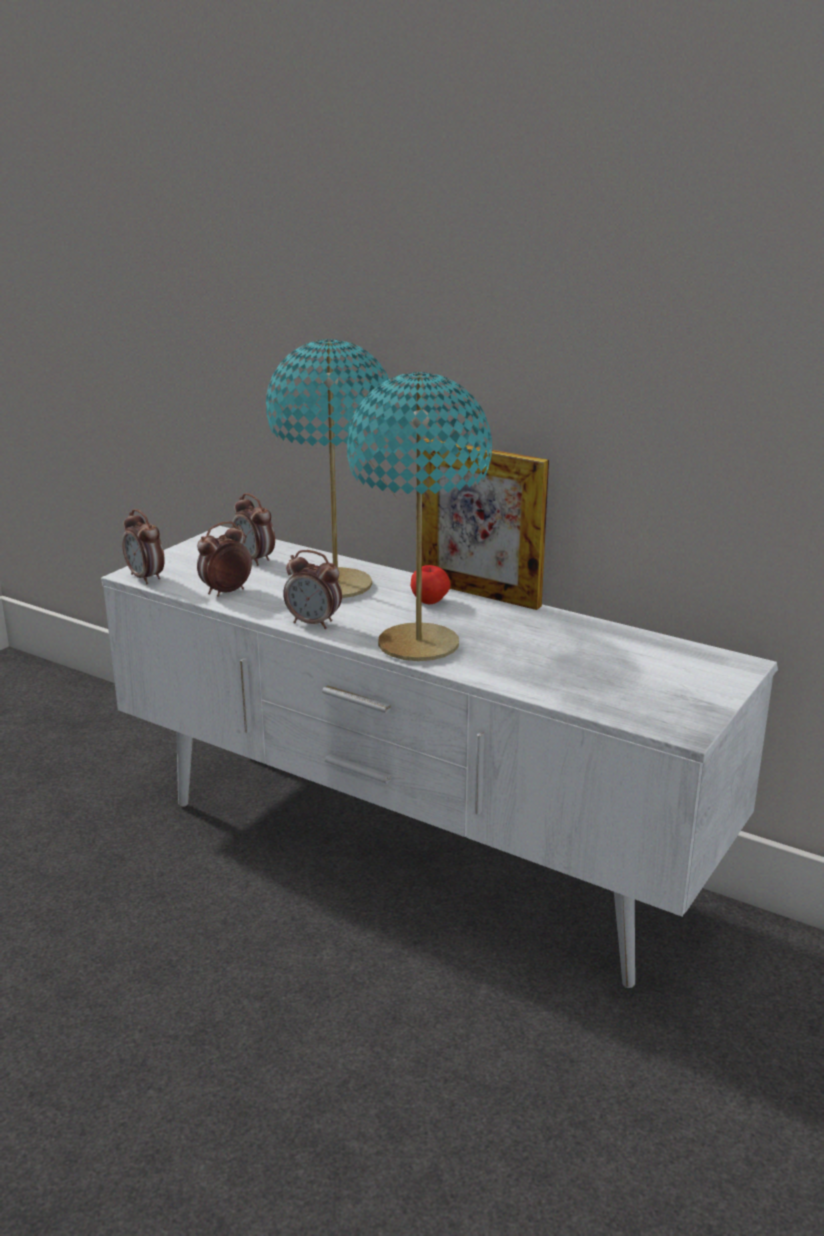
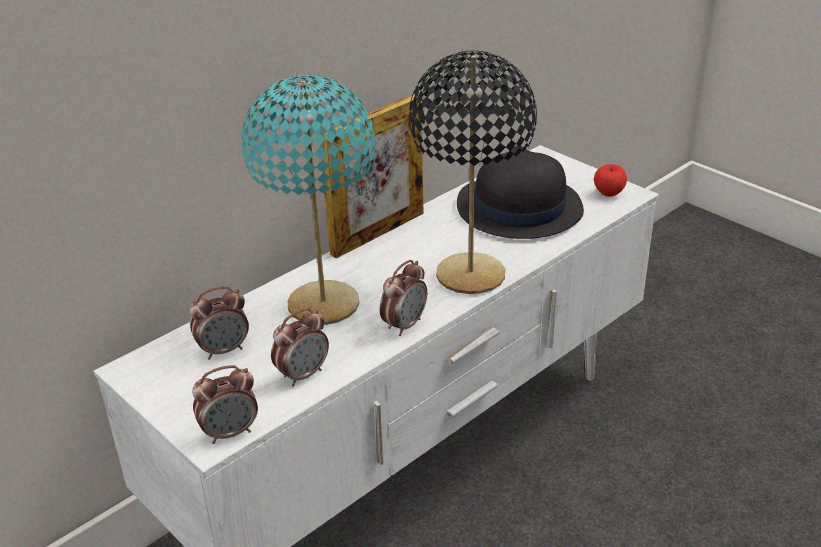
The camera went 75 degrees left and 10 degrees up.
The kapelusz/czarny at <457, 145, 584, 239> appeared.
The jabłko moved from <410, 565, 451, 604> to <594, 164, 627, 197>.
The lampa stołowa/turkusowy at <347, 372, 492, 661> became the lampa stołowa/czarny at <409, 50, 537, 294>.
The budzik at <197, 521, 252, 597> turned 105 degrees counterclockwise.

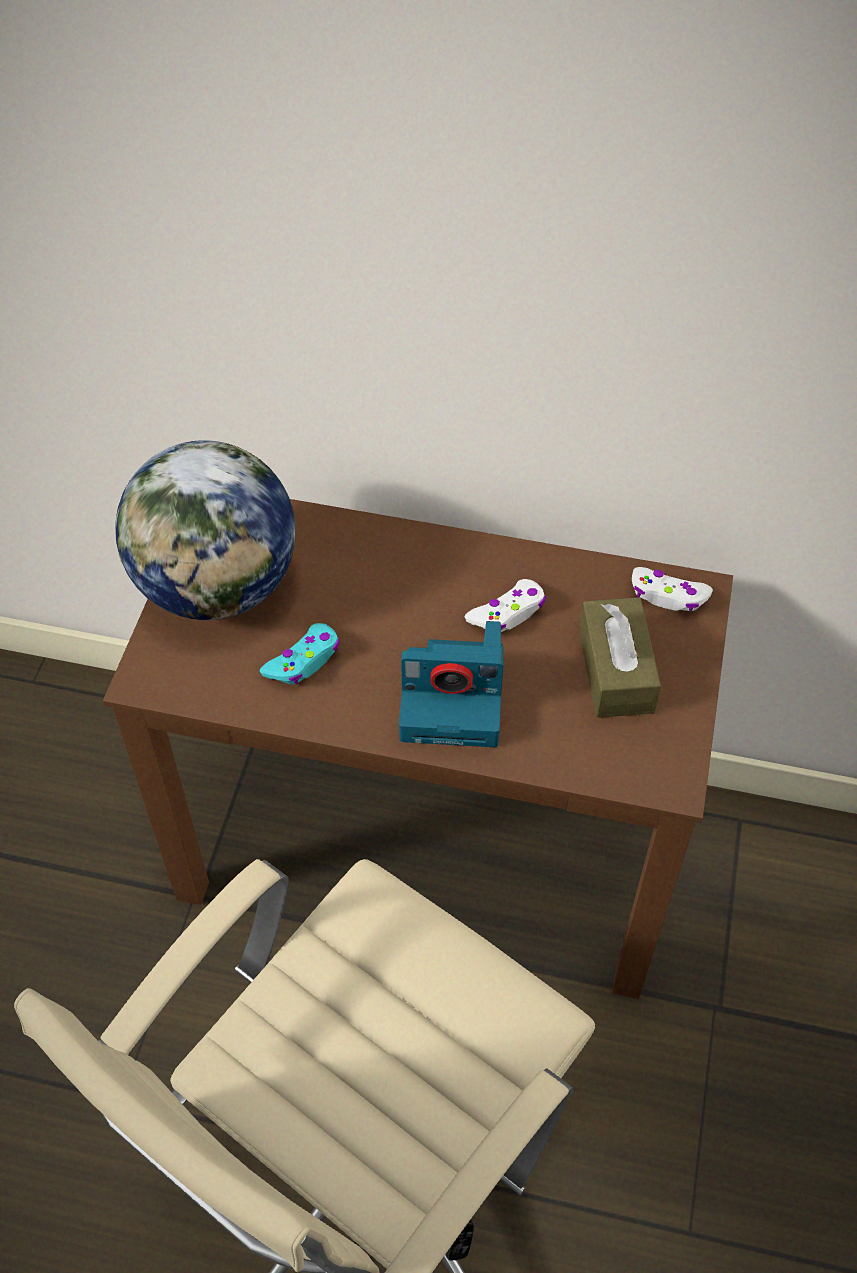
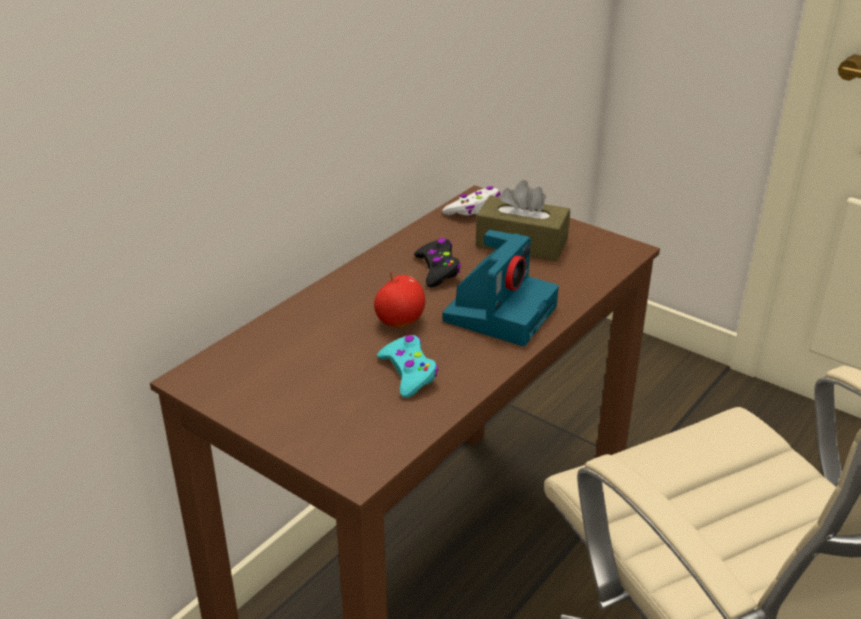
The camera went 65 degrees left and 20 degrees down.
The globus at <115, 440, 296, 620> disappeared.
The jabłko at <374, 271, 425, 327> appeared.
The pad do gier/biały at <465, 579, 546, 632> became the pad do gier/czarny at <414, 238, 461, 287>.

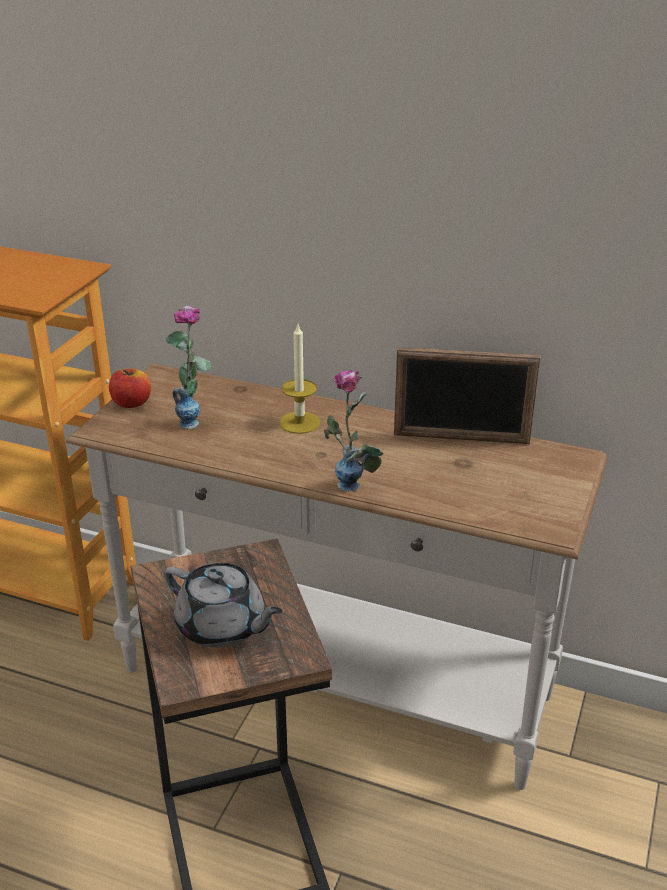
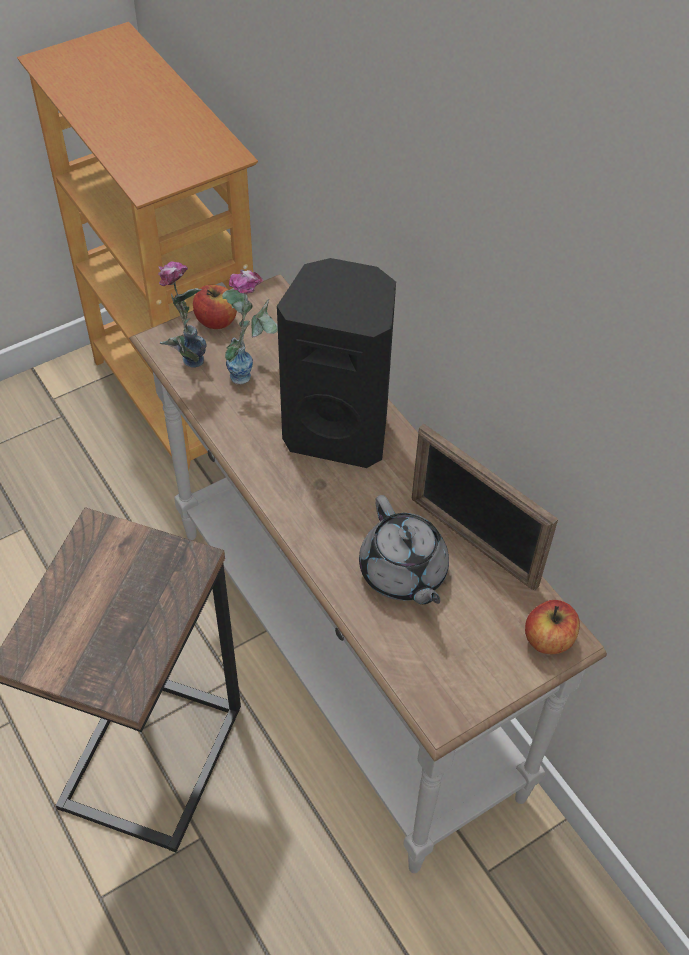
The camera went 35 degrees right and 20 degrees up.
The jabłko at <525, 600, 580, 654> appeared.
The imbryk/szary moved from <164, 563, 282, 647> to <359, 495, 449, 604>.
The wazon moved from <324, 371, 383, 491> to <158, 261, 207, 368>.
The świeca at <279, 325, 321, 434> was replaced by the głośnik/czarny at <277, 258, 396, 468>.

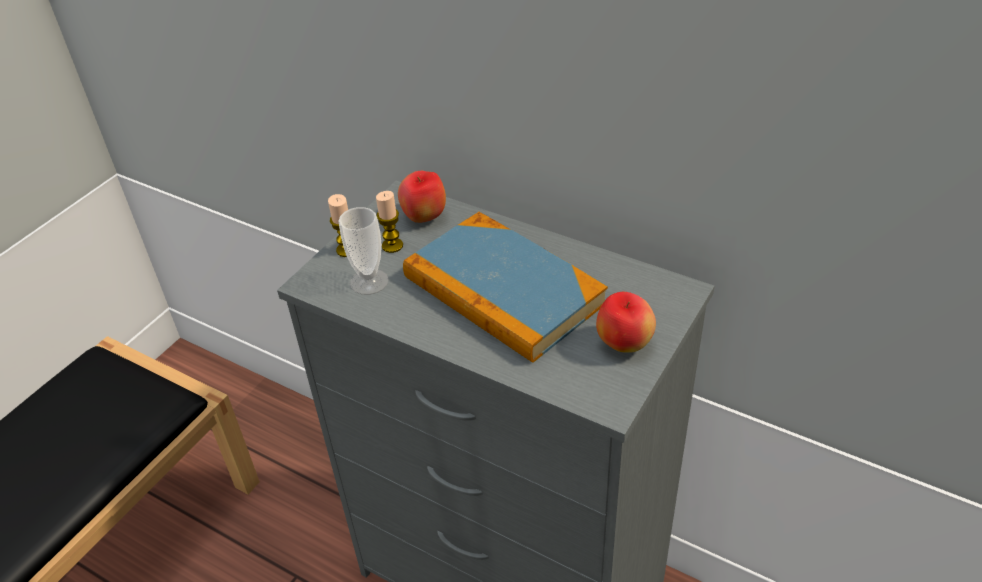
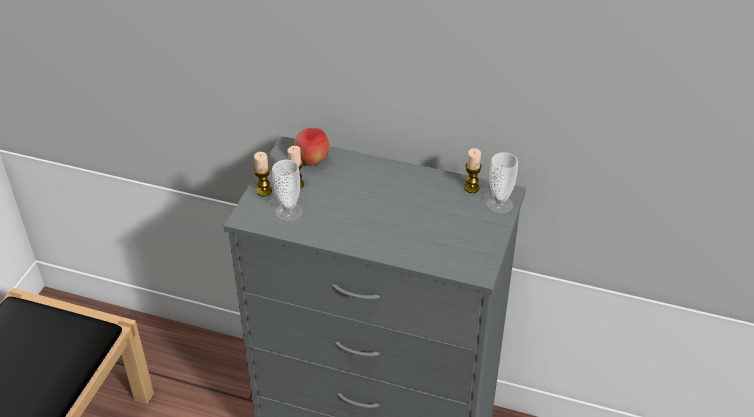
The camera went 15 degrees left and 0 degrees up.
The książka at <403, 212, 608, 363> disappeared.
The jabłko at <596, 292, 656, 353> disappeared.
The świeca at <464, 148, 482, 193> appeared.
The filiżanka at <486, 152, 518, 214> appeared.

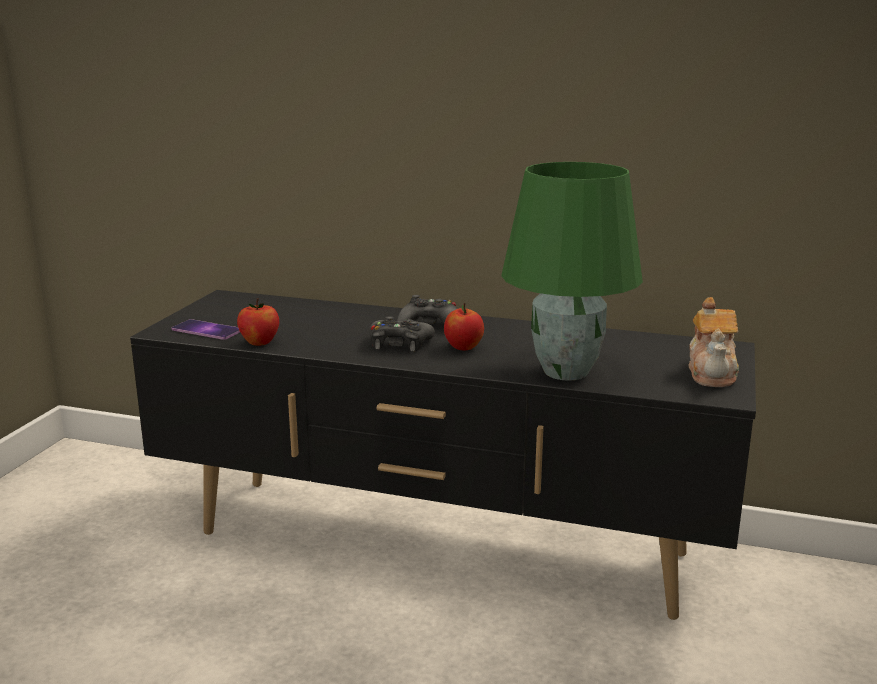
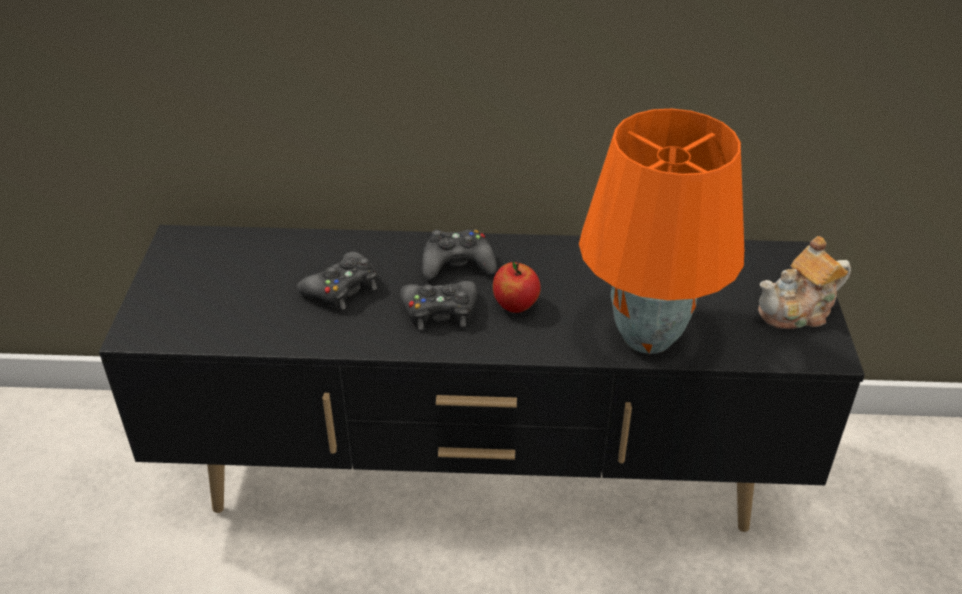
The camera went 15 degrees left and 20 degrees up.
The telefon at <171, 319, 240, 340> disappeared.
The jabłko at <237, 298, 279, 346> disappeared.
The pad do gier/czarny at <297, 252, 377, 310> appeared.
The lampa stołowa/zielony at <501, 162, 643, 381> became the lampa stołowa/pomarańczowy at <579, 109, 744, 354>.
The imbryk at <689, 297, 739, 387> turned 75 degrees clockwise.

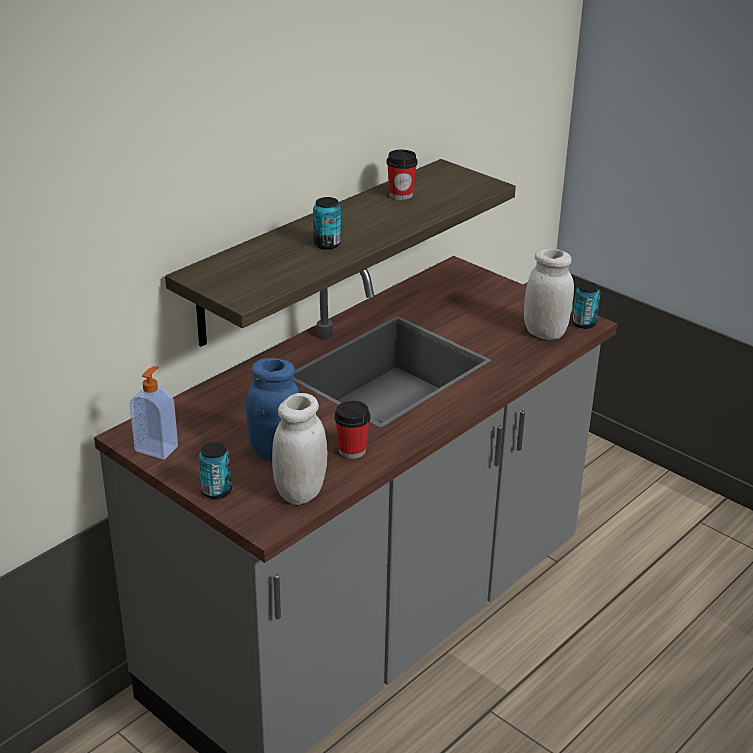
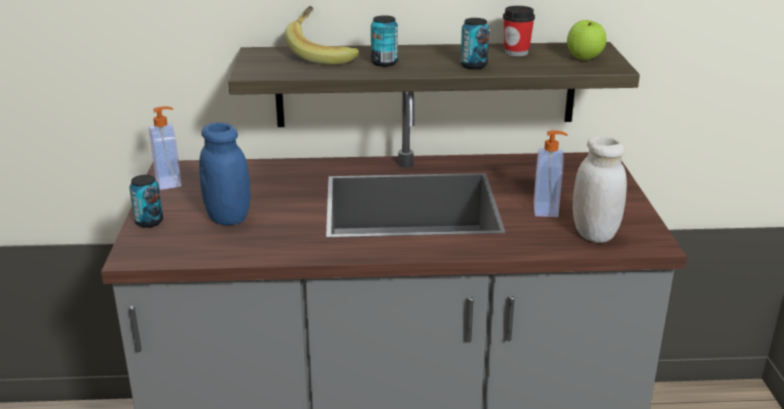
The camera went 45 degrees right and 5 degrees down.
The słoik/biały at <272, 393, 327, 505> disappeared.
The filiżanka at <334, 401, 370, 459> disappeared.
The banan at <285, 6, 359, 65> appeared.
The dozownik mydła at <534, 130, 568, 217> appeared.
The jabłko at <567, 20, 606, 60> appeared.
The puszka moved from <572, 282, 601, 329> to <460, 18, 489, 69>.

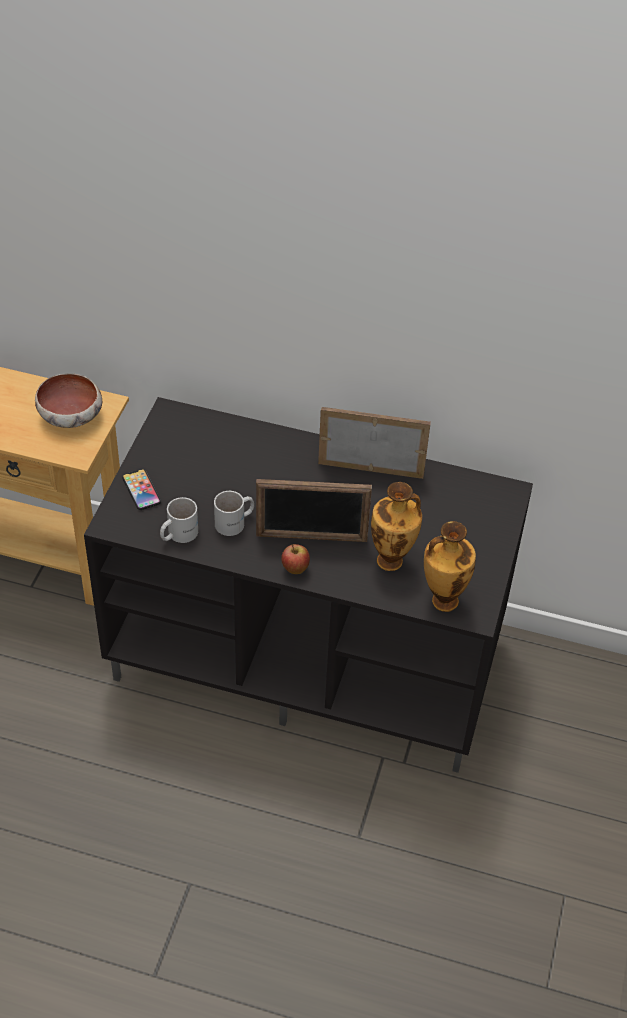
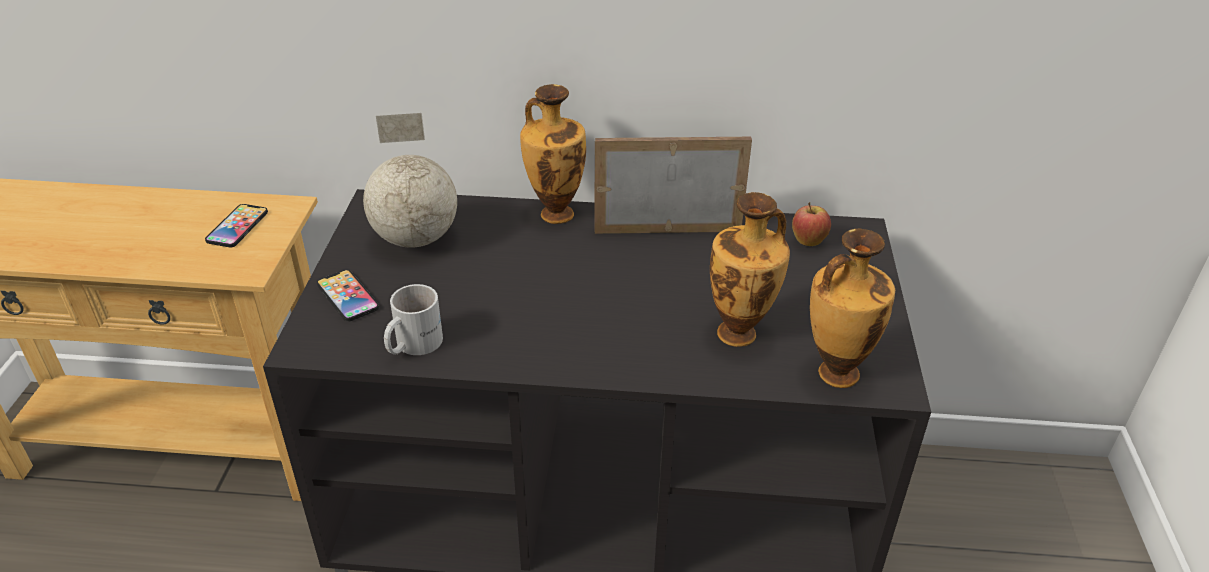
The camera went 10 degrees left and 10 degrees down.
The kubek/biały at <214, 491, 254, 536> disappeared.
The ramka na zdjęcie at <256, 479, 372, 542> disappeared.
The globus at <363, 113, 457, 248> appeared.
The wazon at <520, 84, 586, 224> appeared.
The jabłko moved from <281, 544, 310, 574> to <792, 202, 831, 246>.
The miska at <35, 373, 102, 428> was replaced by the telefon at <205, 204, 268, 247>.

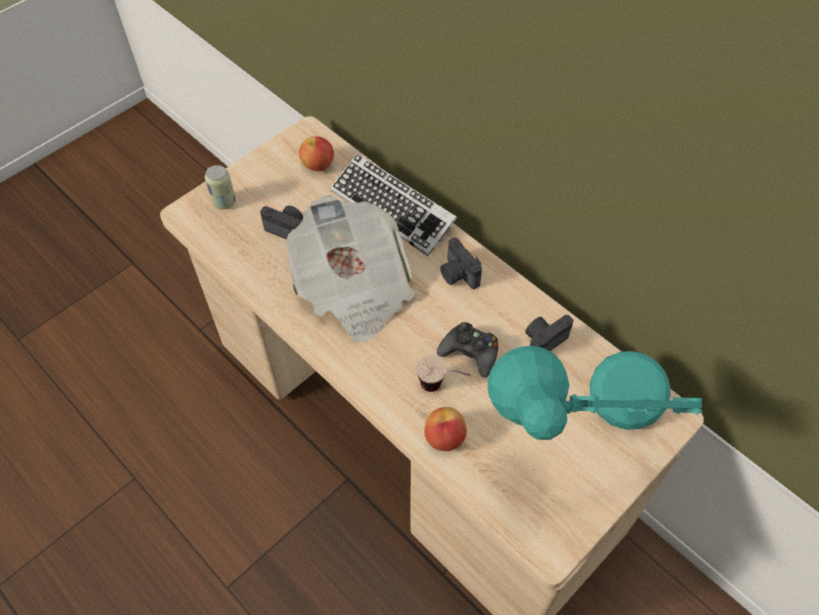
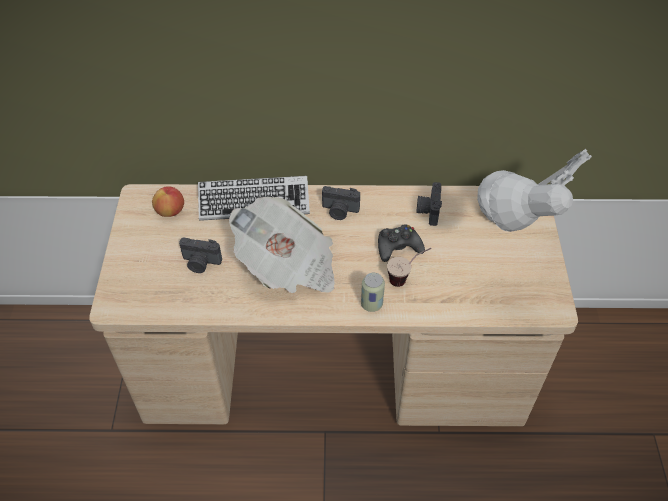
The camera went 45 degrees left and 5 degrees down.
The jabłko at <424, 407, 467, 451> disappeared.
The puszka moved from <205, 165, 236, 209> to <361, 273, 385, 312>.
The lampa stołowa/turkusowy at <487, 346, 702, 440> became the lampa stołowa/szary at <477, 149, 592, 232>.
The aparat fotograficzny at <260, 205, 303, 240> turned 150 degrees counterclockwise.

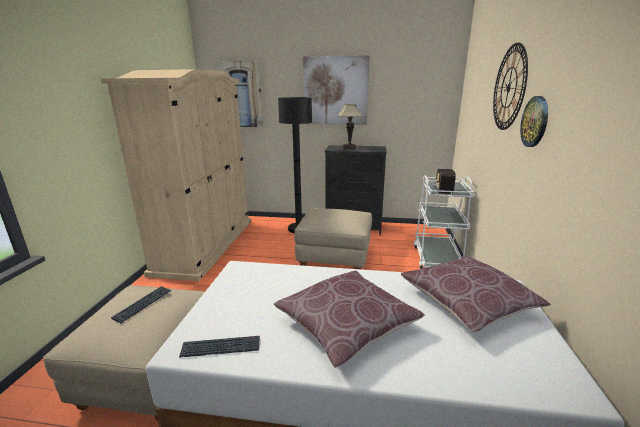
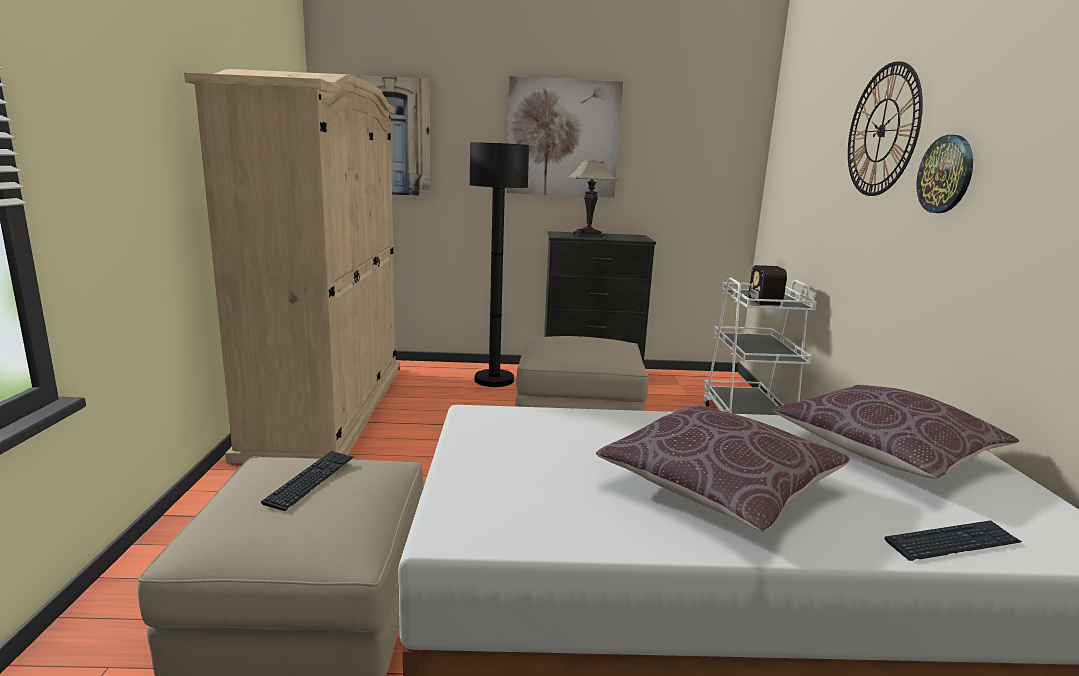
The camera went 10 degrees left and 5 degrees down.
The klawiatura moved from <179, 336, 260, 358> to <884, 520, 1022, 561>.

